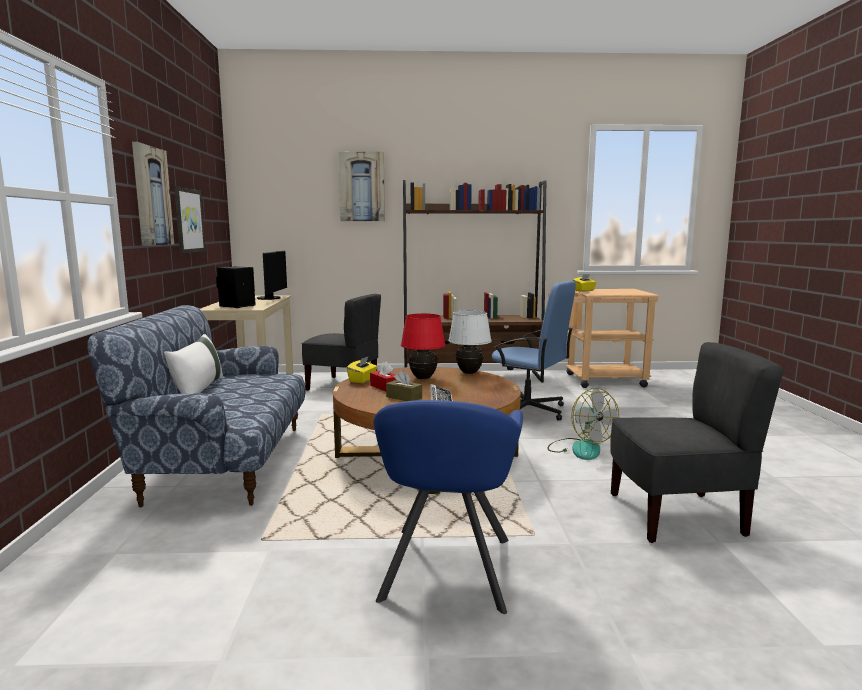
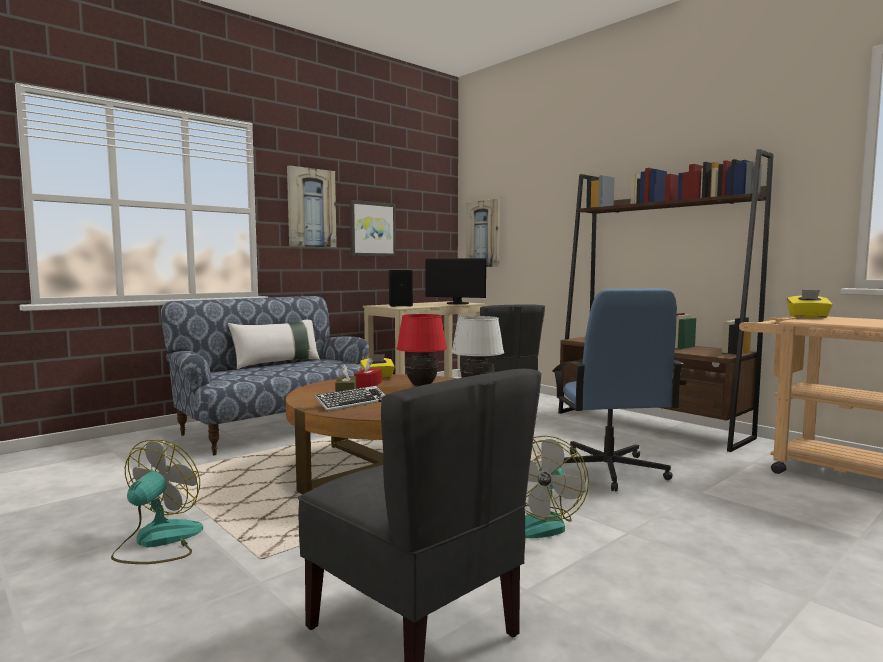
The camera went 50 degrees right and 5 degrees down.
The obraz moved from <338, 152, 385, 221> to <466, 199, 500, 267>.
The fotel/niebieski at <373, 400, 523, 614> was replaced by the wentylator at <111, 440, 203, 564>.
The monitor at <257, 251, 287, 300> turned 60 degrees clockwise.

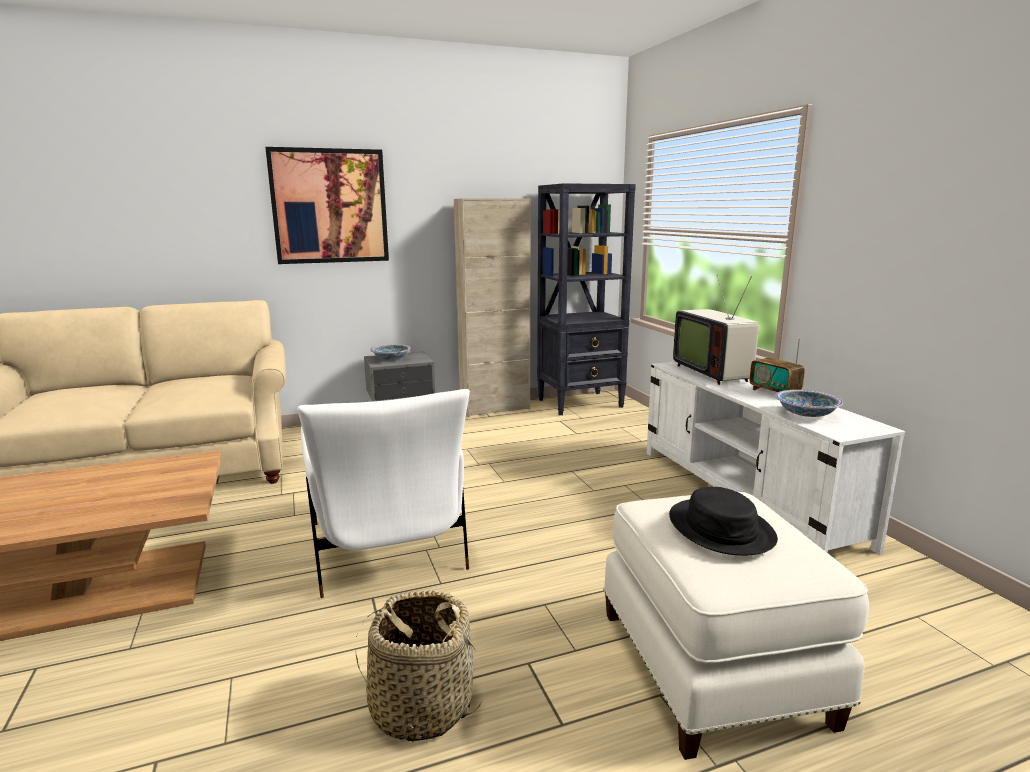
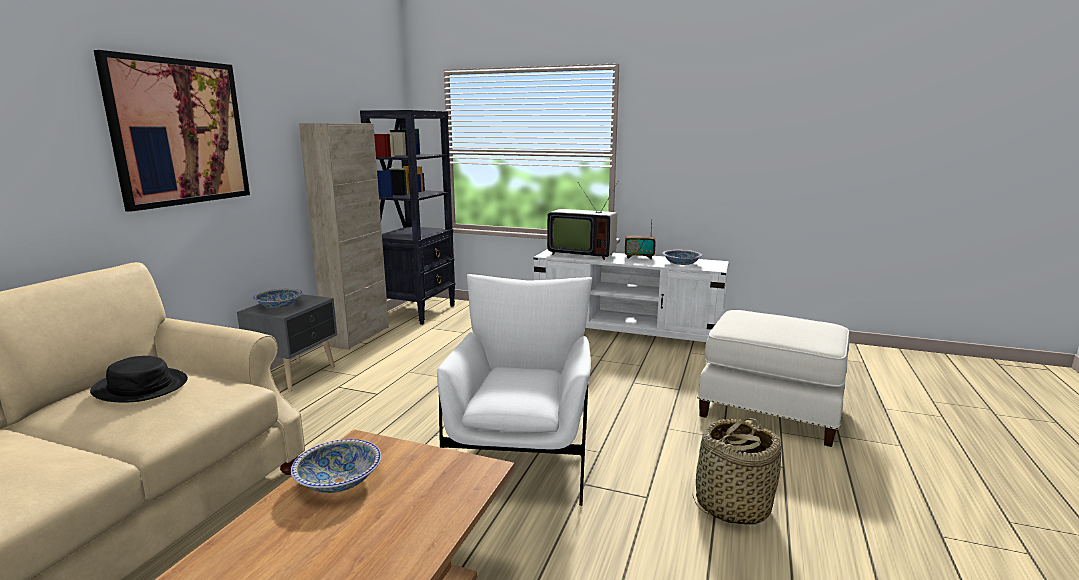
The camera went 50 degrees left and 0 degrees up.
The miska at <291, 439, 381, 493> appeared.
The kapelusz/czarny moved from <669, 487, 778, 555> to <90, 356, 188, 402>.
The fotel/biały at <297, 389, 470, 598> turned 105 degrees counterclockwise.

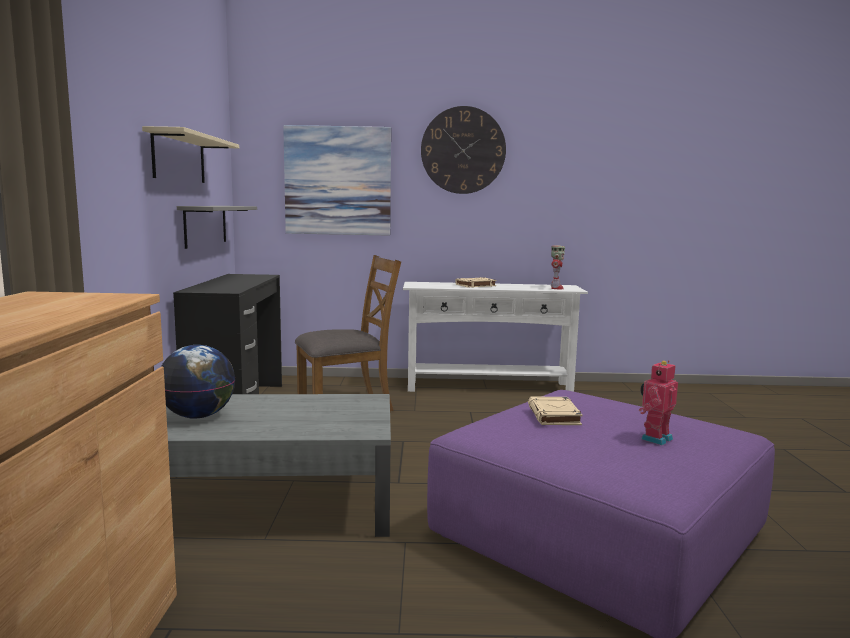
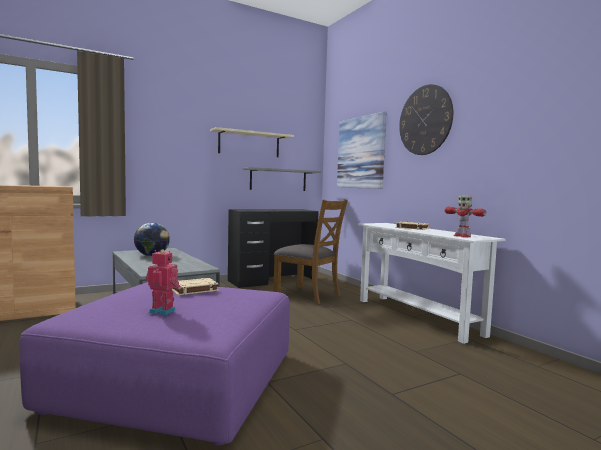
The camera went 60 degrees right and 5 degrees down.
The robot zabawkowy at <551, 246, 565, 289> turned 75 degrees clockwise.

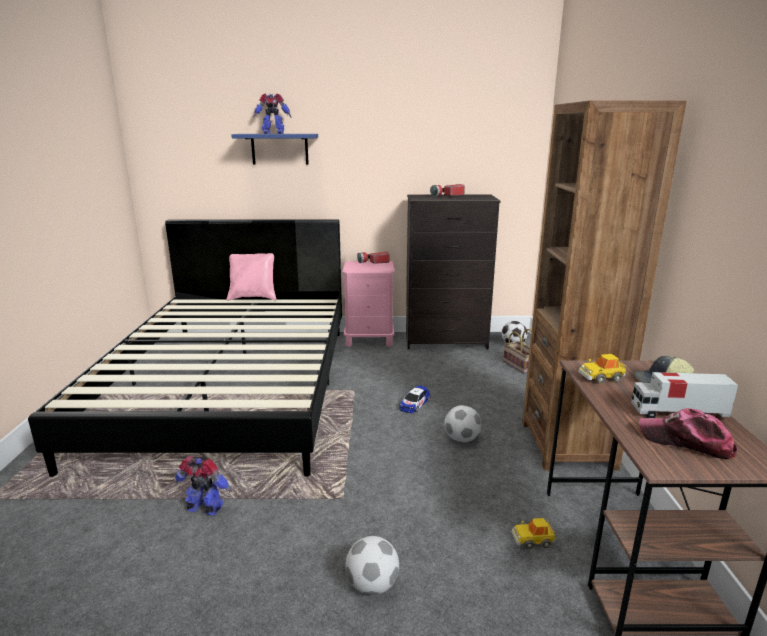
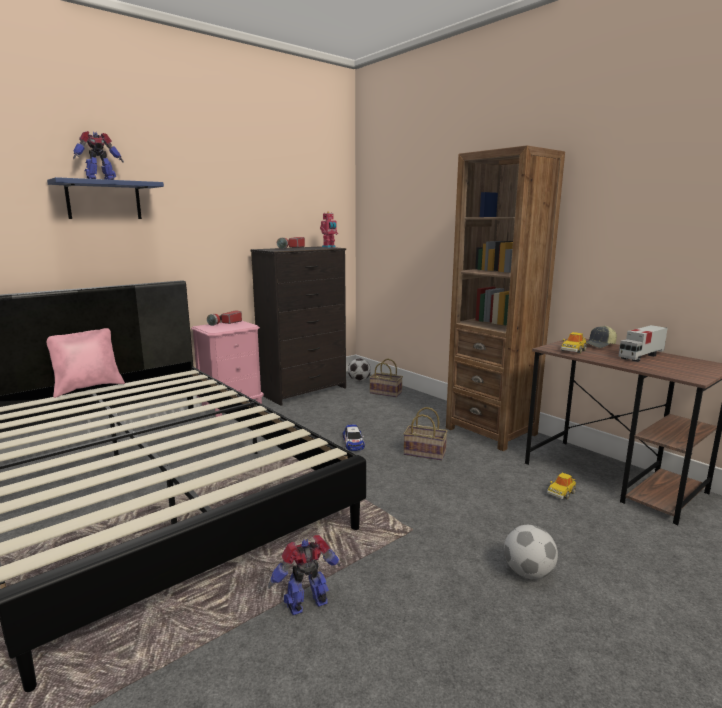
The camera went 40 degrees left and 5 degrees down.
The czapka z daszkiem at <639, 408, 737, 460> disappeared.
The robot zabawkowy at <320, 211, 338, 248> appeared.
The piłka futbolowa at <444, 405, 481, 442> was replaced by the koszyk at <403, 407, 448, 460>.

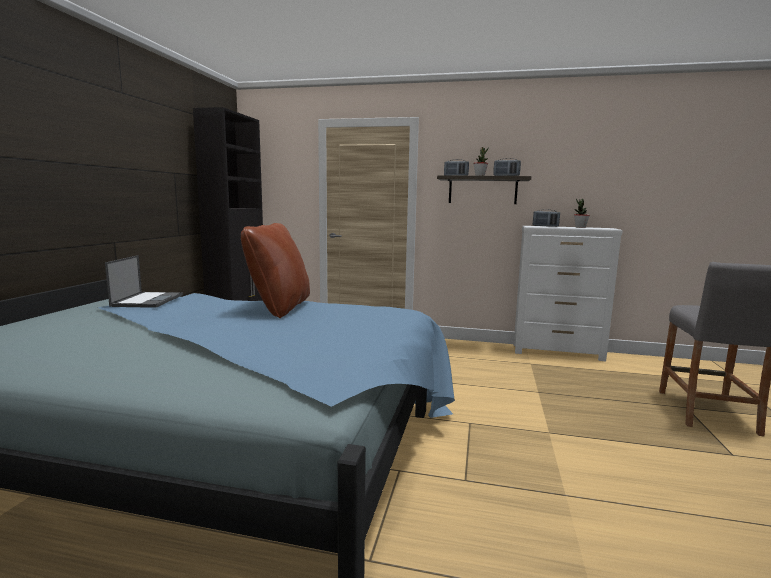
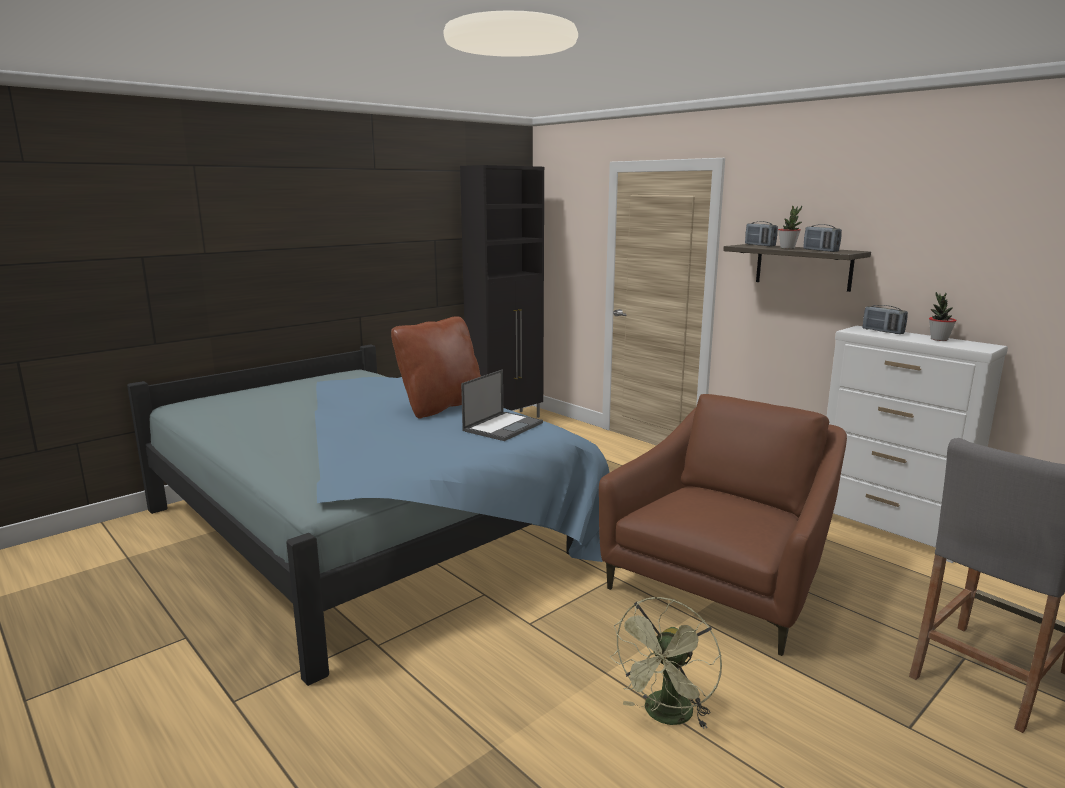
The camera went 35 degrees right and 5 degrees up.
The fotel/brązowy at <599, 394, 847, 656> appeared.
The wentylator/zielony at <610, 597, 722, 729> appeared.
The laptop moved from <105, 255, 183, 308> to <461, 370, 543, 441>.

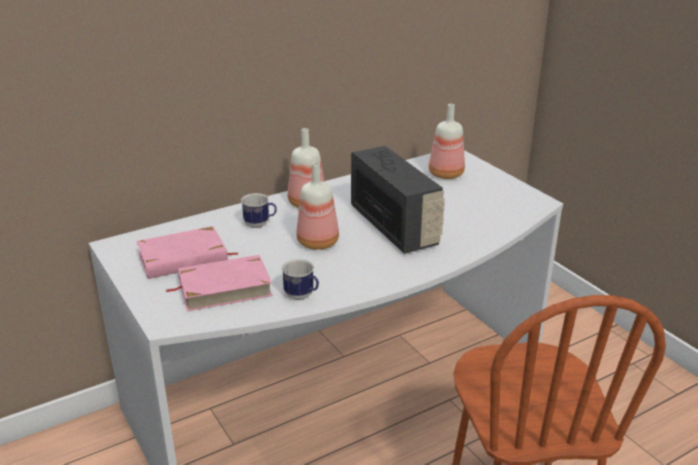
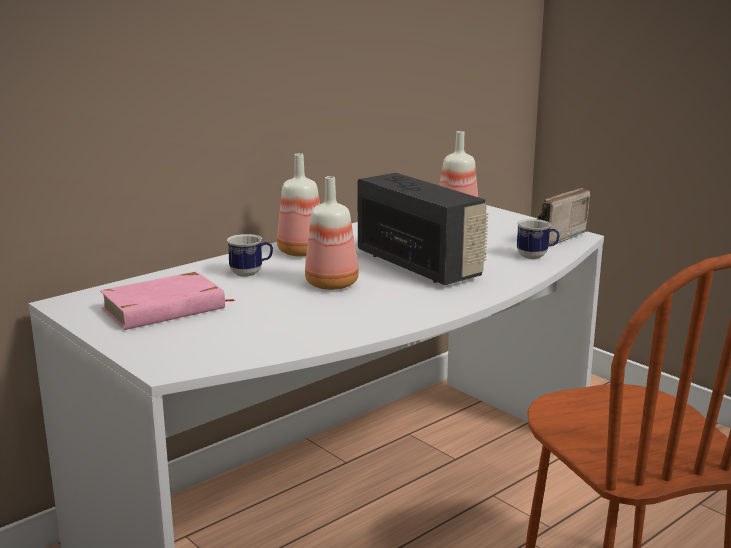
The camera went 10 degrees left and 10 degrees down.
The książka/różowy at <166, 255, 273, 311> disappeared.
The radio at <537, 188, 590, 244> appeared.
The kubek moved from <282, 259, 319, 300> to <517, 219, 560, 259>.

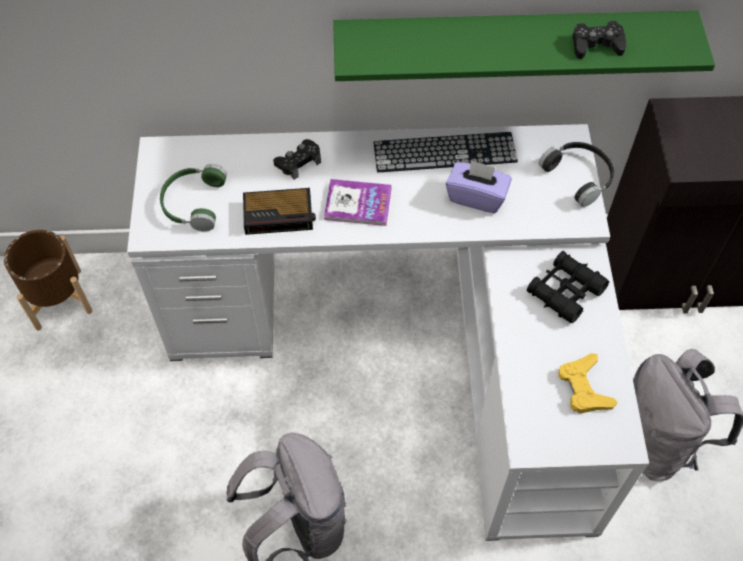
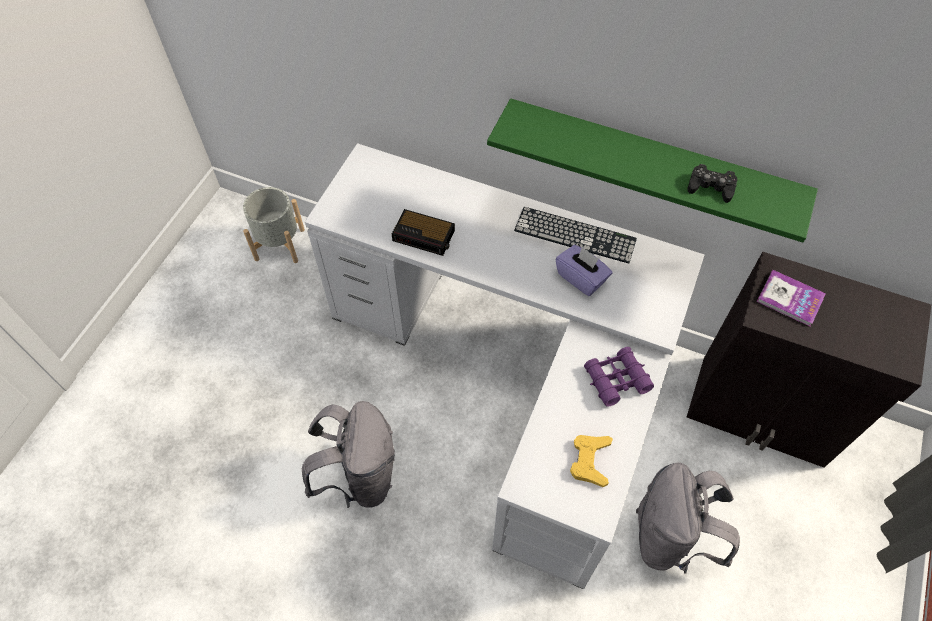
The camera went 25 degrees right and 0 degrees up.
The słuchawki/zielony at <160, 164, 227, 231> disappeared.
The pad do gier/czarny at <273, 139, 321, 180> disappeared.
The słuchawki/czarny at <539, 142, 614, 207> disappeared.
The książka moved from <324, 179, 392, 226> to <756, 270, 826, 326>.
The donica/brązowy at <4, 230, 92, 331> became the donica/szary at <243, 187, 305, 263>.
The lornetka/czarny at <527, 251, 609, 323> became the lornetka/fioletowy at <584, 347, 654, 407>.

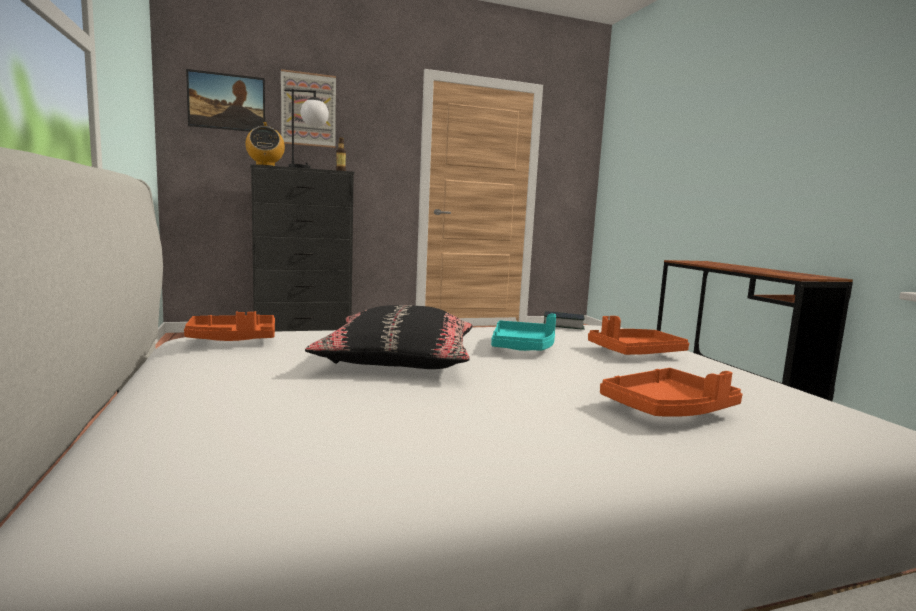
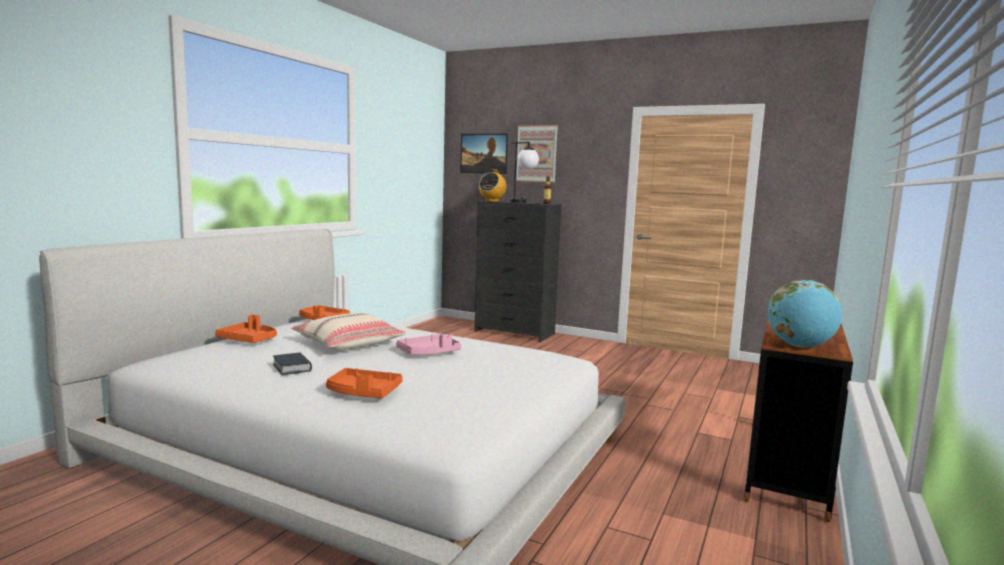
The camera went 45 degrees right and 0 degrees up.
The globus at <768, 280, 842, 347> appeared.
The książka moved from <543, 311, 585, 330> to <273, 352, 312, 375>.
The taca/pomarańczowy moved from <588, 316, 689, 355> to <215, 315, 277, 343>.
The poduszka/czarny at <305, 305, 472, 369> became the poduszka/beżowy at <292, 313, 406, 351>.
The taca/turkusowy at <491, 314, 556, 351> became the taca/różowy at <396, 334, 461, 355>.

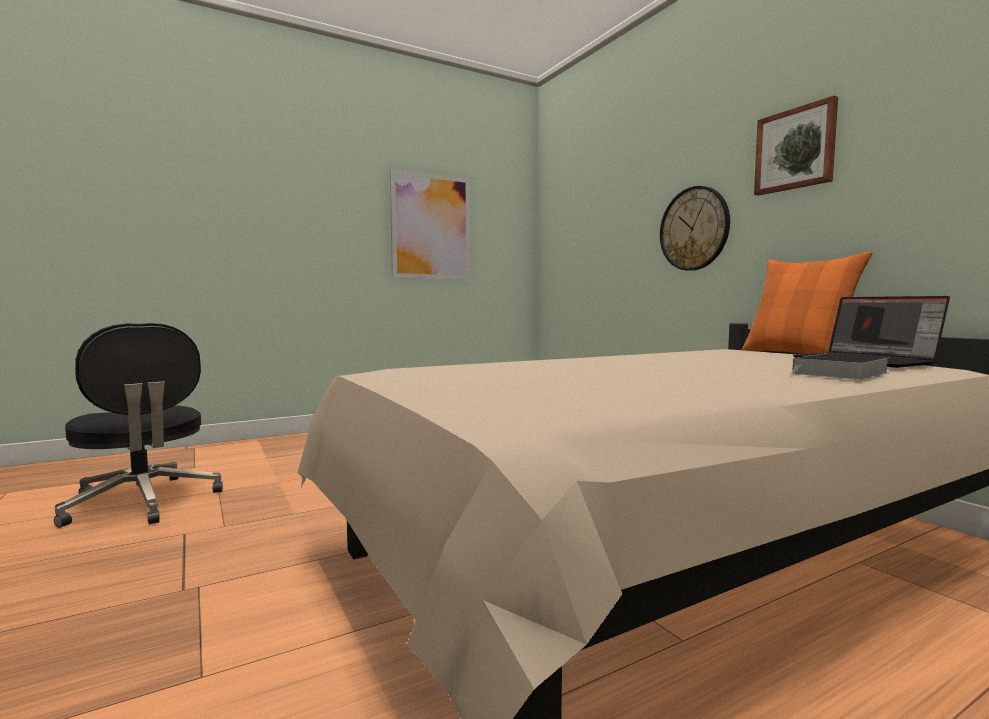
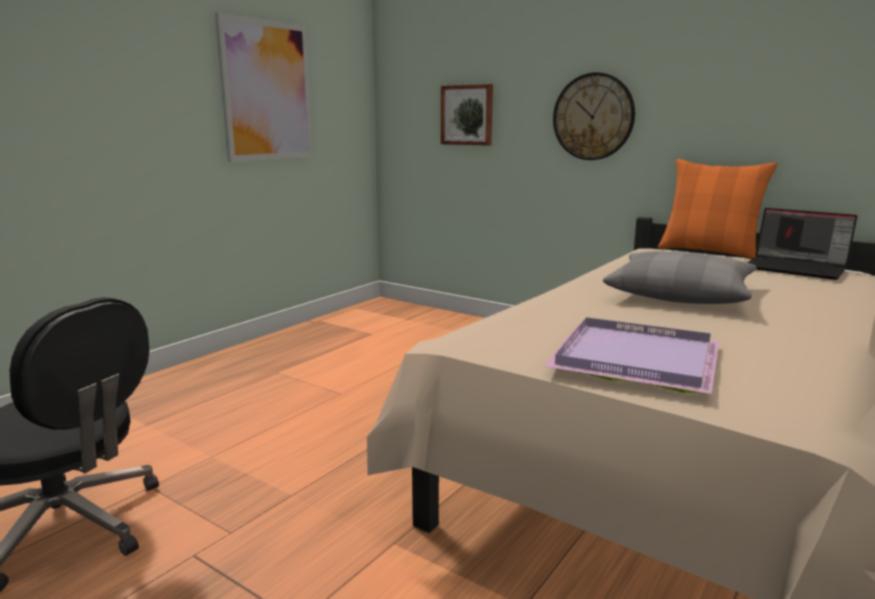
The camera went 25 degrees left and 10 degrees up.
The książka at <790, 353, 890, 380> disappeared.
The taca/fioletowy at <544, 317, 719, 394> appeared.
The poduszka/szary at <603, 251, 757, 304> appeared.
The obraz moved from <754, 96, 838, 196> to <441, 84, 493, 146>.

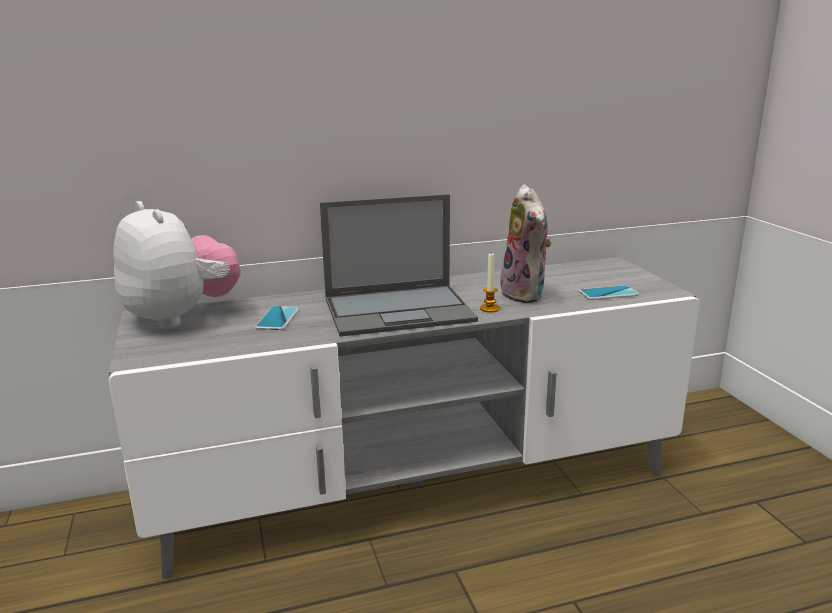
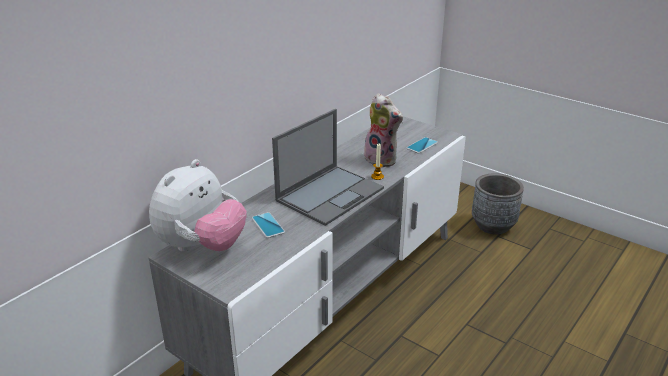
The camera went 35 degrees left and 10 degrees up.
The donica/szary at <472, 173, 524, 235> appeared.
The pluszak at <113, 201, 241, 329> turned 105 degrees clockwise.

